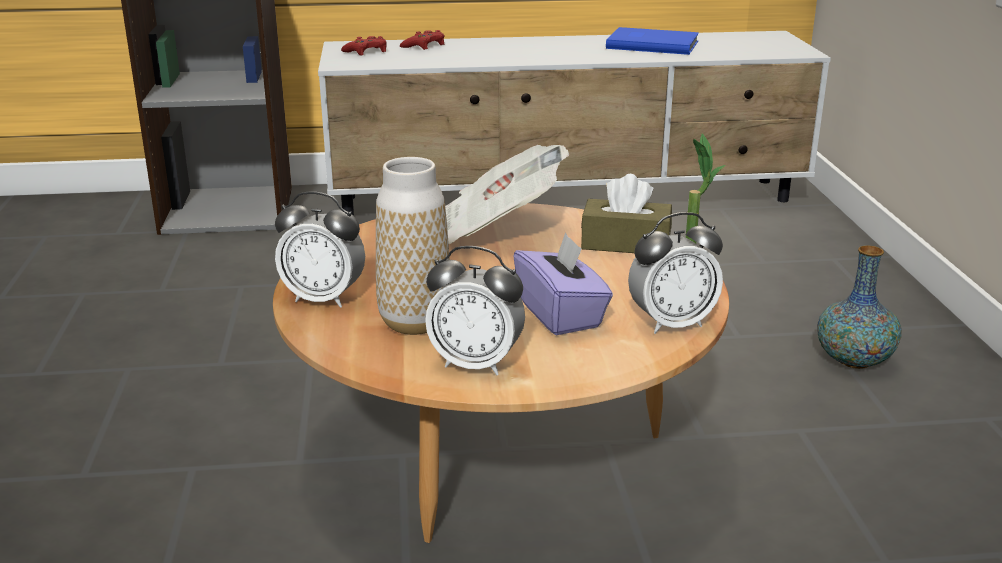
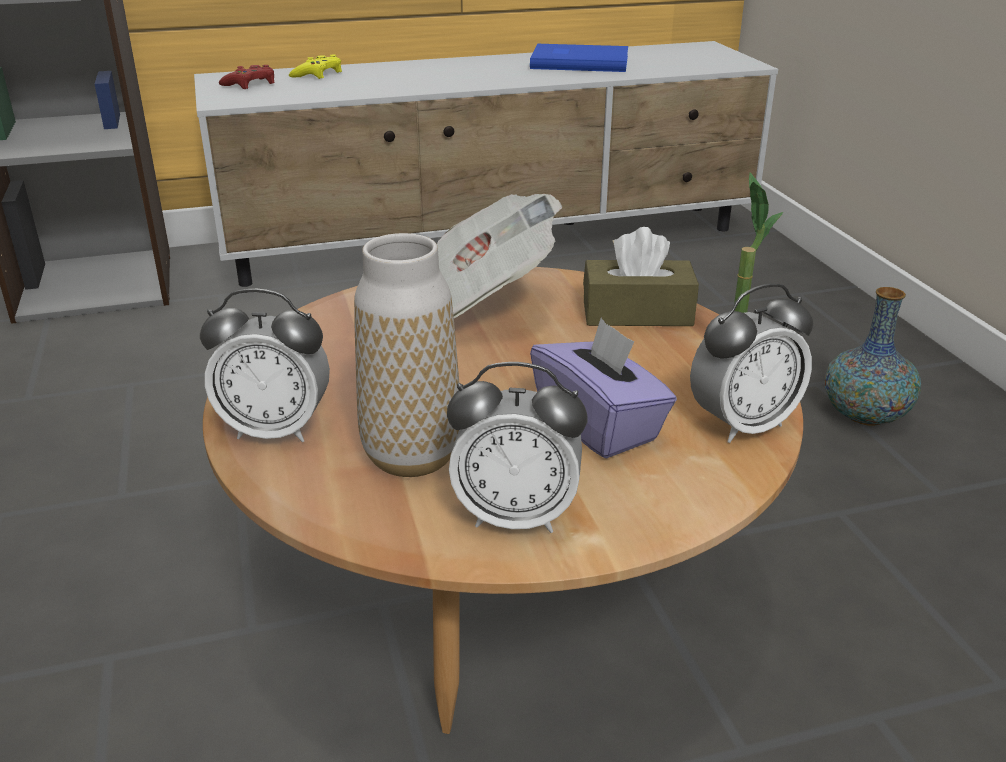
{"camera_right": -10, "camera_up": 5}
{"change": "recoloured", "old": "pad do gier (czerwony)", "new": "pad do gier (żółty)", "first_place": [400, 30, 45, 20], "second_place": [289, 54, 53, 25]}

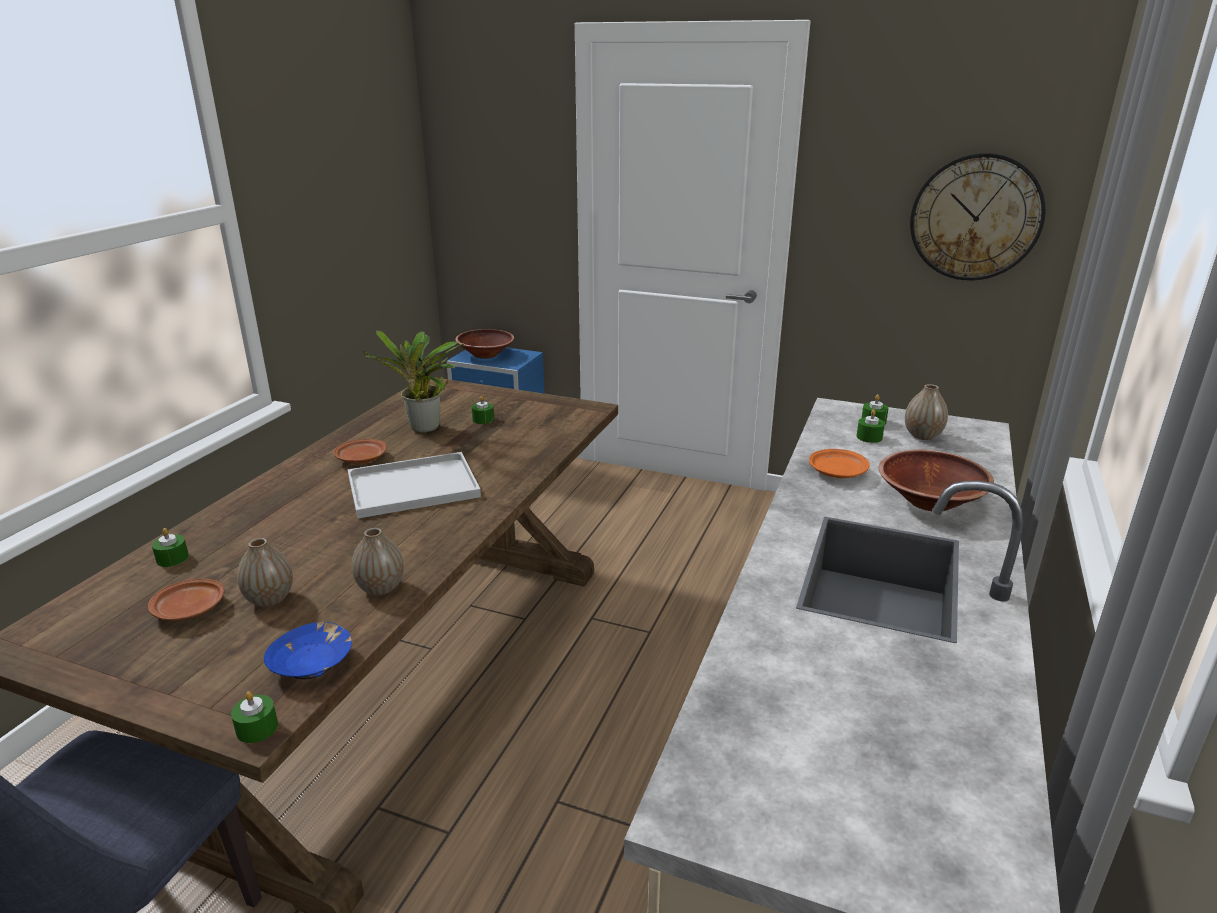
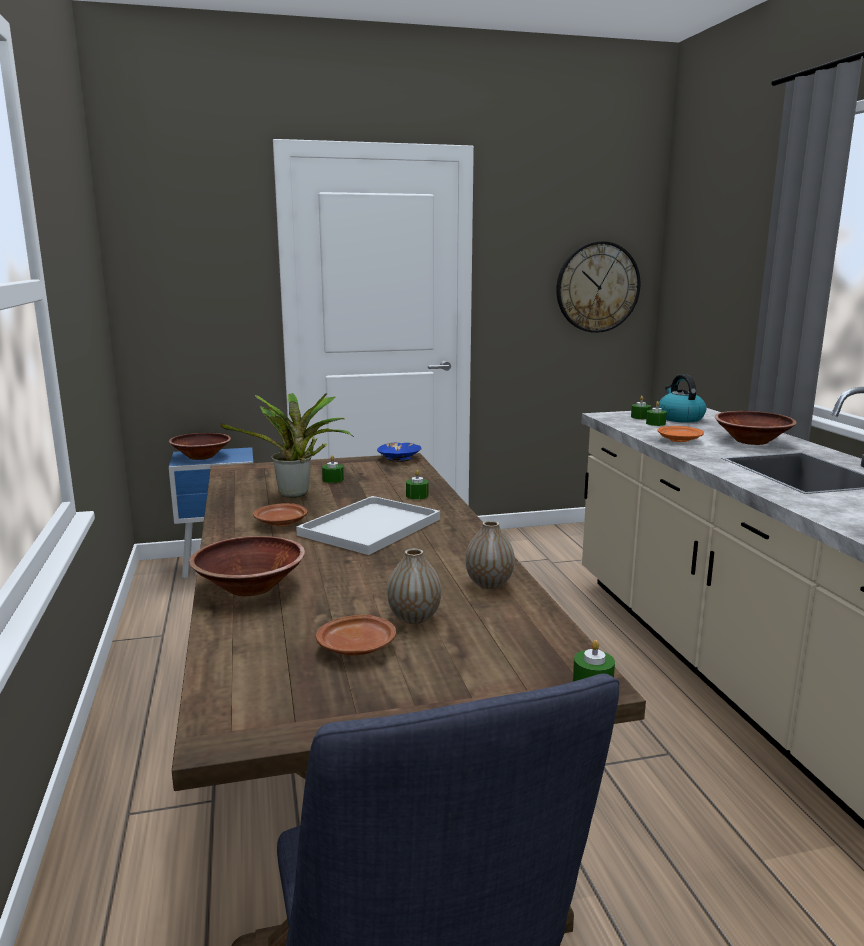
{"camera_right": -35, "camera_up": -10}
{"change": "replaced", "old": "wazon", "new": "czajnik", "first_place": [905, 384, 43, 56], "second_place": [658, 374, 49, 49]}
{"change": "moved", "old": "świeca (zielony)", "first_place": [152, 528, 37, 39], "second_place": [406, 470, 23, 29]}
{"change": "moved", "old": "miska (niebieski)", "first_place": [264, 622, 88, 57], "second_place": [377, 443, 45, 19]}
{"change": "added", "new": "miska (brązowy)", "second_place": [189, 536, 116, 60]}

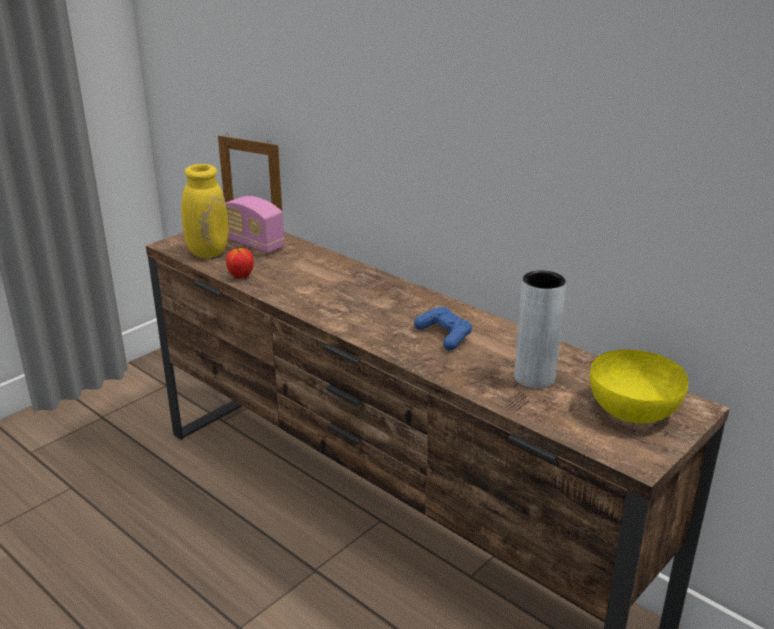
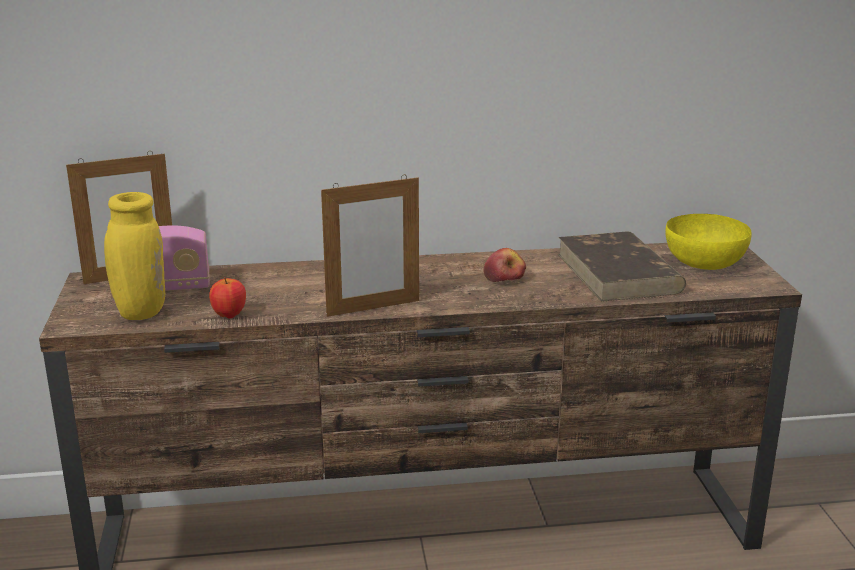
{"camera_right": -50, "camera_up": -5}
{"change": "replaced", "old": "wazon (szary)", "new": "książka (brązowy)", "first_place": [515, 270, 51, 119], "second_place": [558, 231, 128, 71]}
{"change": "replaced", "old": "pad do gier (niebieski)", "new": "jabłko", "first_place": [414, 307, 58, 43], "second_place": [484, 248, 42, 34]}
{"change": "added", "new": "ramka na zdjęcie", "second_place": [321, 174, 98, 143]}

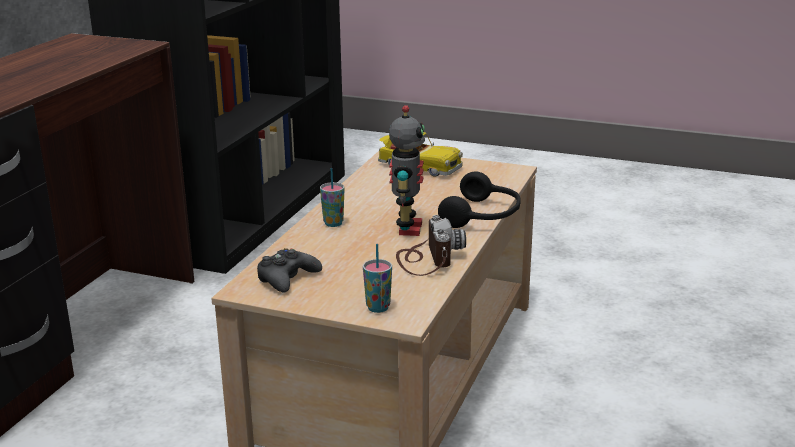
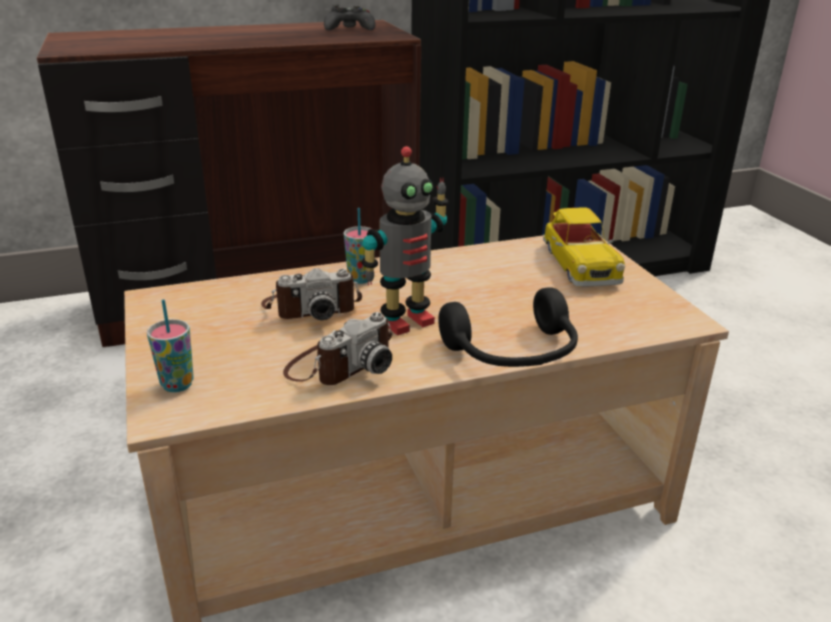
{"camera_right": 50, "camera_up": 5}
{"change": "moved", "old": "pad do gier (czarny)", "first_place": [257, 248, 65, 45], "second_place": [324, 5, 51, 25]}
{"change": "added", "new": "aparat fotograficzny", "second_place": [261, 268, 101, 52]}

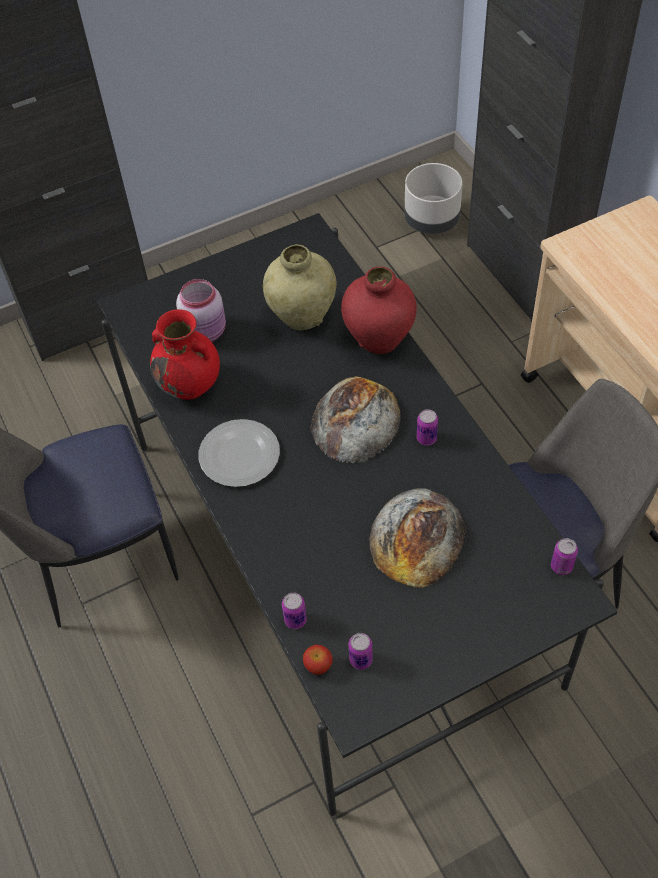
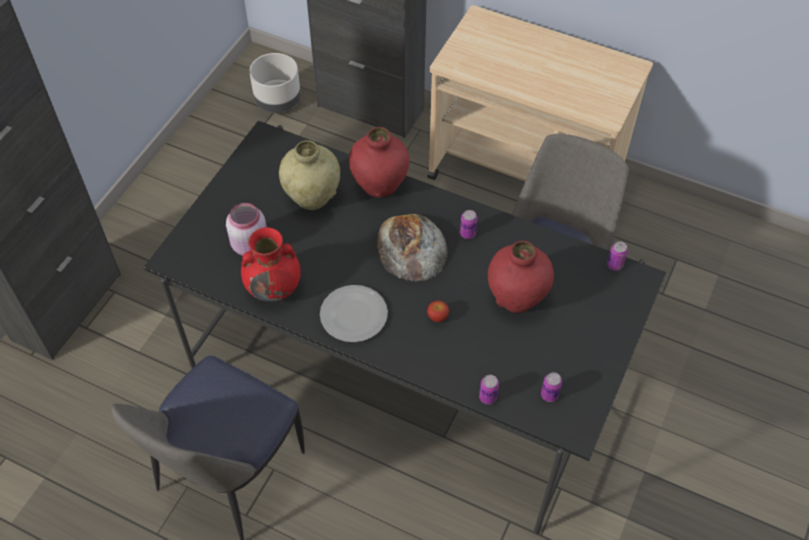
{"camera_right": -40, "camera_up": 0}
{"change": "replaced", "old": "chleb", "new": "wazon (czerwony)", "first_place": [369, 488, 97, 100], "second_place": [488, 241, 66, 72]}
{"change": "moved", "old": "jabłko", "first_place": [303, 645, 30, 30], "second_place": [427, 301, 22, 21]}

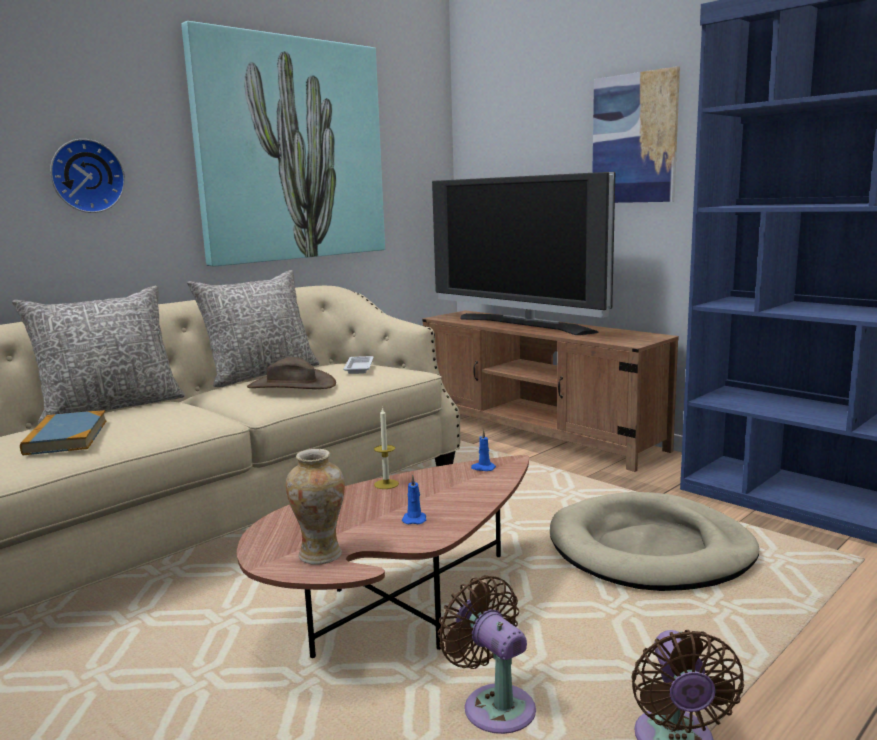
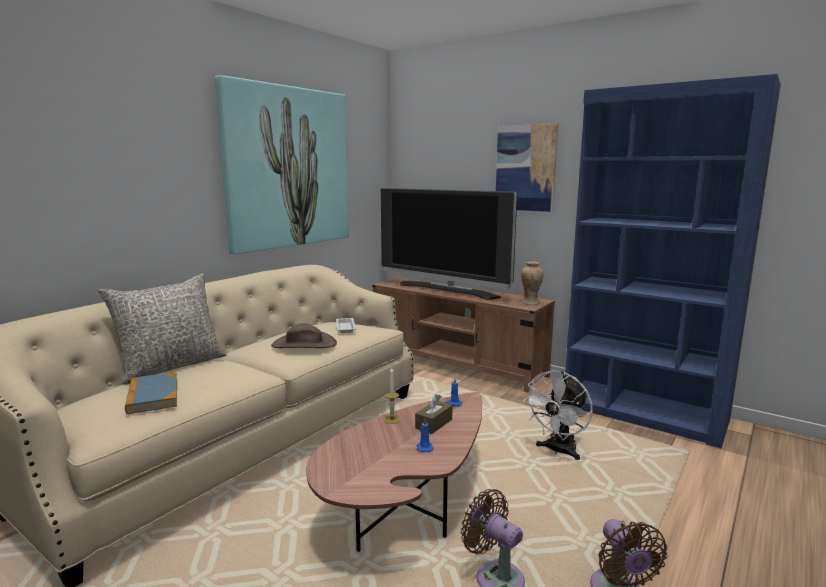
{"camera_right": -10, "camera_up": 0}
{"change": "removed", "old": "zegar ścienny", "first_place": [50, 139, 75, 74]}
{"change": "removed", "old": "poduszka (szary)", "first_place": [187, 270, 132, 117]}
{"change": "moved", "old": "wazon", "first_place": [286, 449, 59, 116], "second_place": [521, 262, 23, 43]}
{"change": "replaced", "old": "legowisko (beżowy)", "new": "wentylator (biały)", "first_place": [550, 492, 209, 99], "second_place": [523, 370, 70, 90]}
{"change": "added", "new": "pudełko chusteczek (brązowy)", "second_place": [415, 394, 38, 40]}

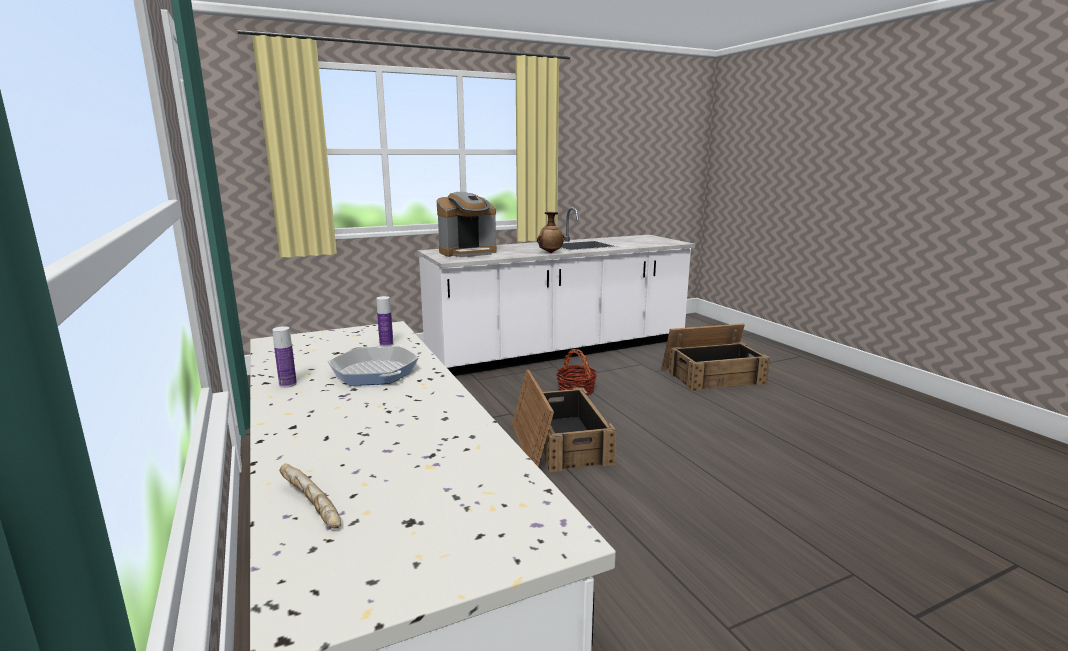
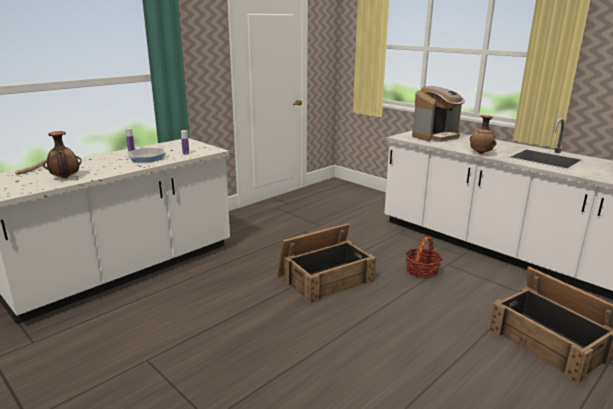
{"camera_right": 70, "camera_up": 5}
{"change": "turned", "old": "ekspres do kawy", "first_place": [437, 192, 60, 65], "second_place": [412, 86, 53, 56], "degrees": -75}
{"change": "added", "new": "wazon", "second_place": [43, 131, 39, 47]}

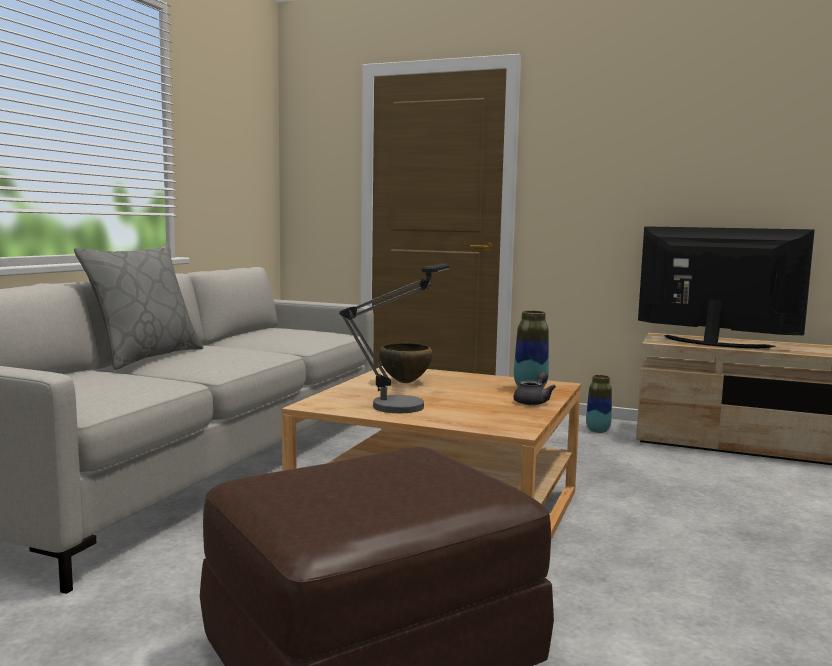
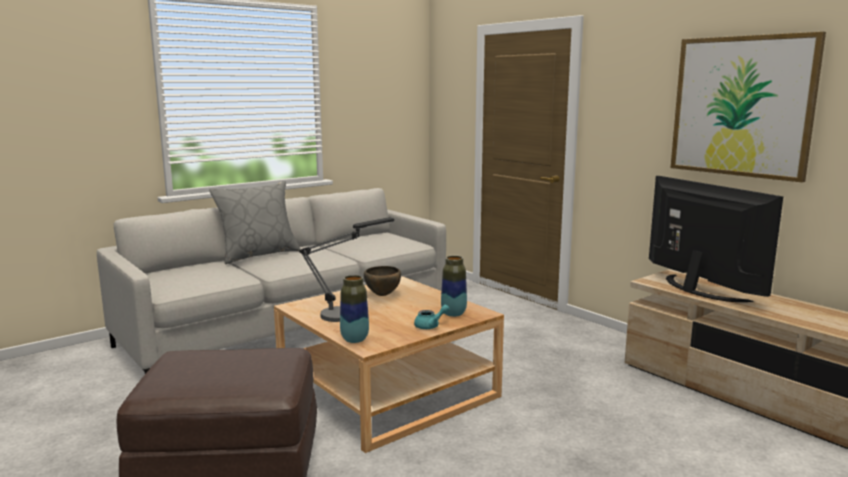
{"camera_right": 30, "camera_up": 5}
{"change": "recoloured", "old": "imbryk (szary)", "new": "imbryk (turkusowy)", "first_place": [513, 372, 43, 33], "second_place": [414, 305, 35, 24]}
{"change": "moved", "old": "wazon", "first_place": [586, 375, 26, 58], "second_place": [340, 275, 29, 68]}
{"change": "added", "new": "obraz", "second_place": [671, 32, 155, 150]}

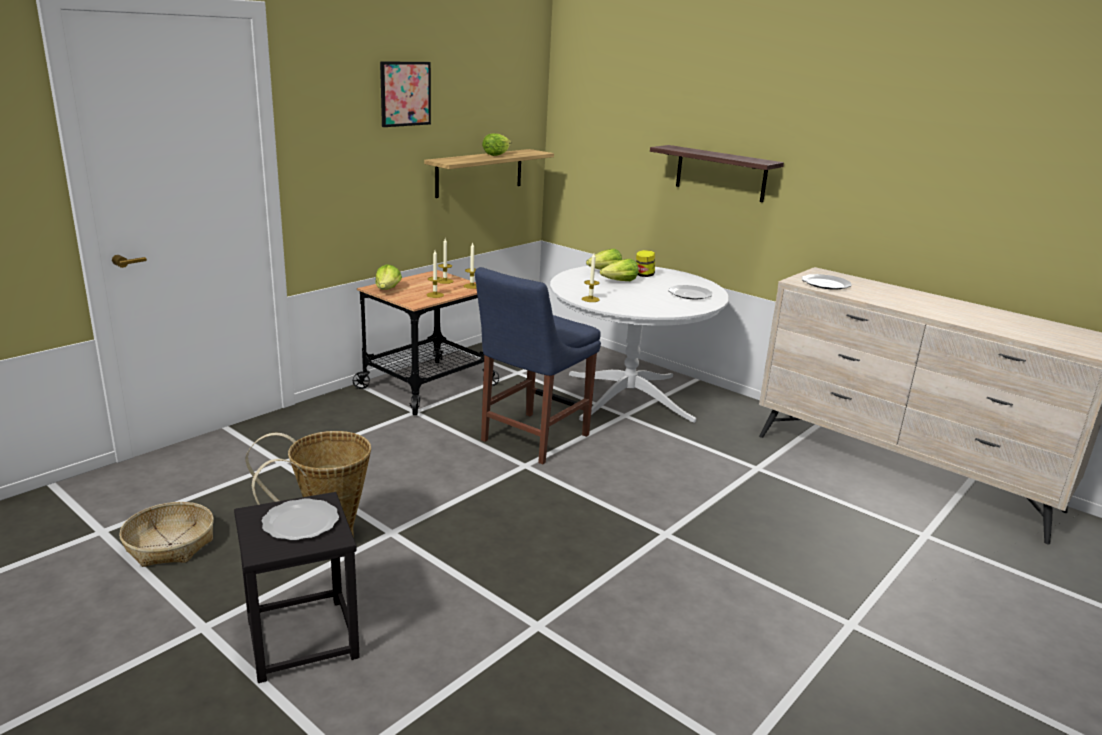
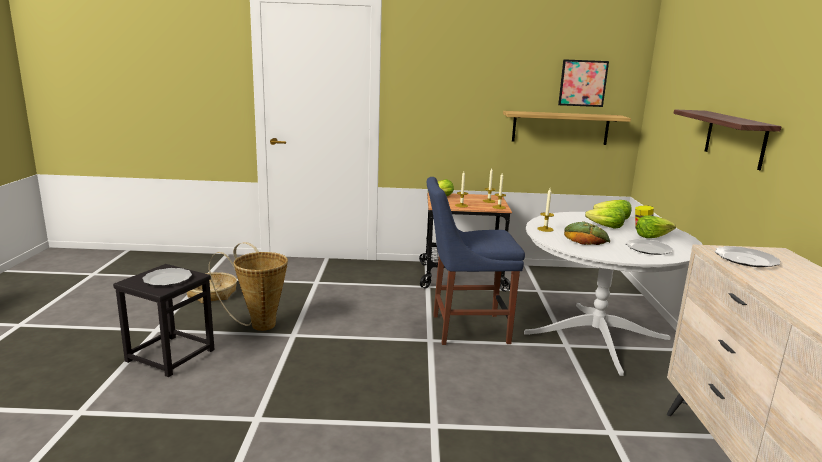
{"camera_right": 50, "camera_up": -5}
{"change": "moved", "old": "obraz", "first_place": [380, 61, 51, 66], "second_place": [558, 59, 51, 48]}
{"change": "moved", "old": "sałata", "first_place": [482, 134, 29, 22], "second_place": [636, 215, 40, 23]}
{"change": "added", "new": "chleb", "second_place": [564, 221, 46, 24]}

